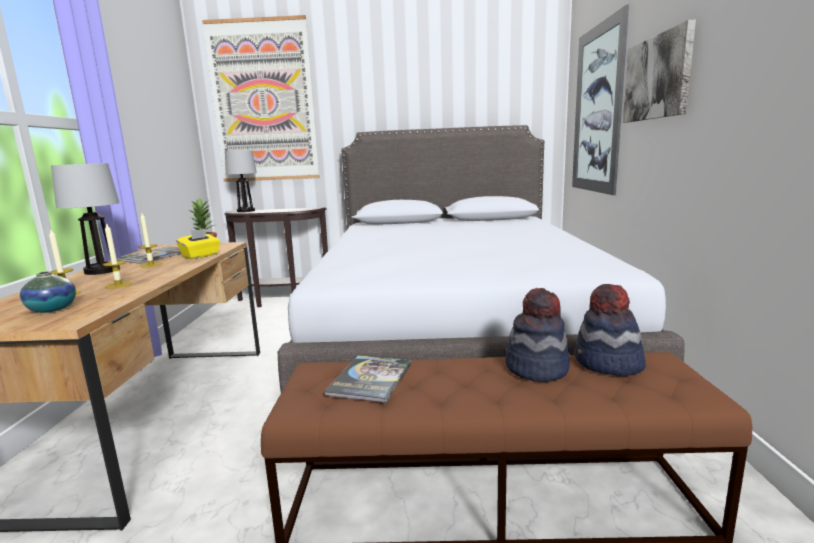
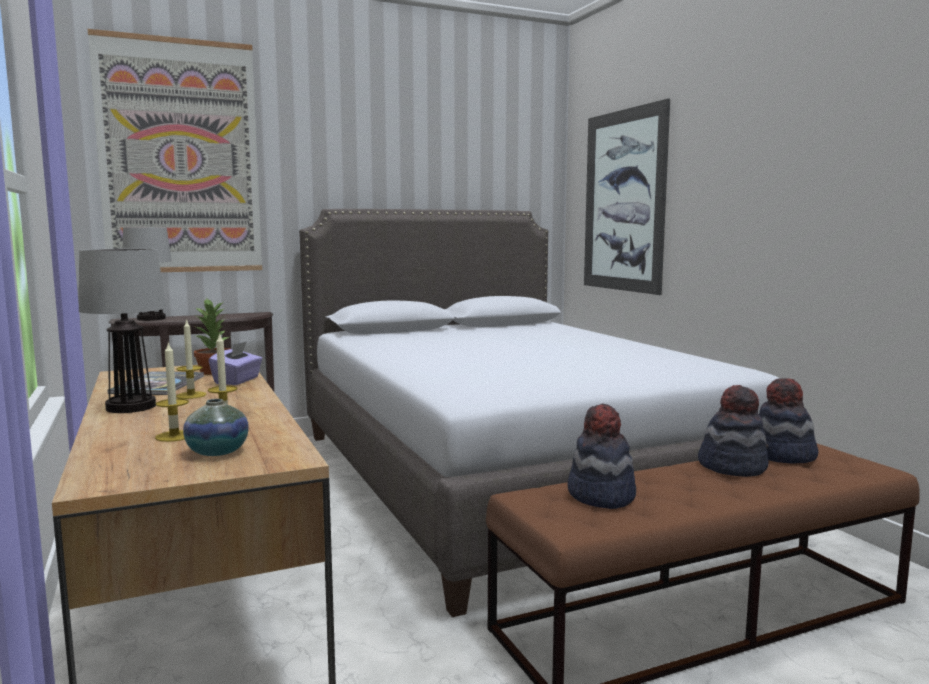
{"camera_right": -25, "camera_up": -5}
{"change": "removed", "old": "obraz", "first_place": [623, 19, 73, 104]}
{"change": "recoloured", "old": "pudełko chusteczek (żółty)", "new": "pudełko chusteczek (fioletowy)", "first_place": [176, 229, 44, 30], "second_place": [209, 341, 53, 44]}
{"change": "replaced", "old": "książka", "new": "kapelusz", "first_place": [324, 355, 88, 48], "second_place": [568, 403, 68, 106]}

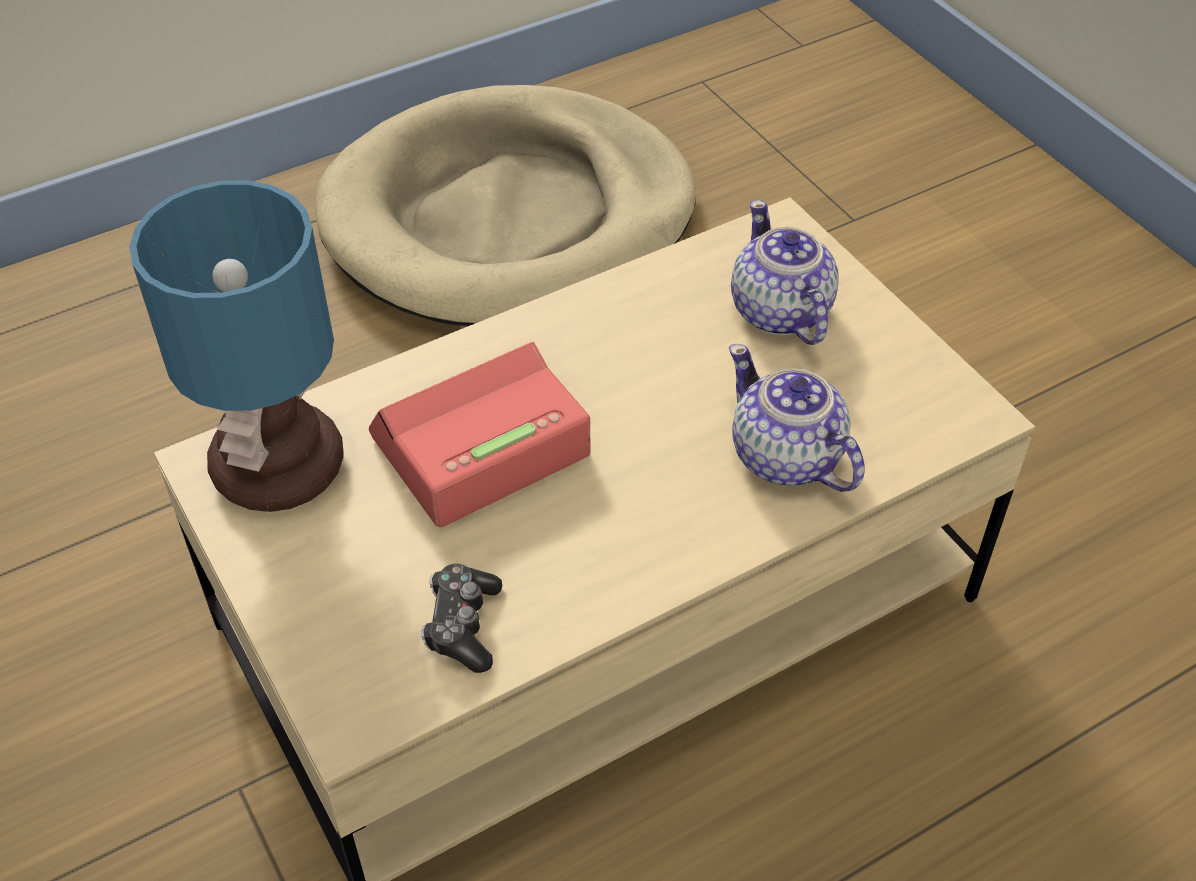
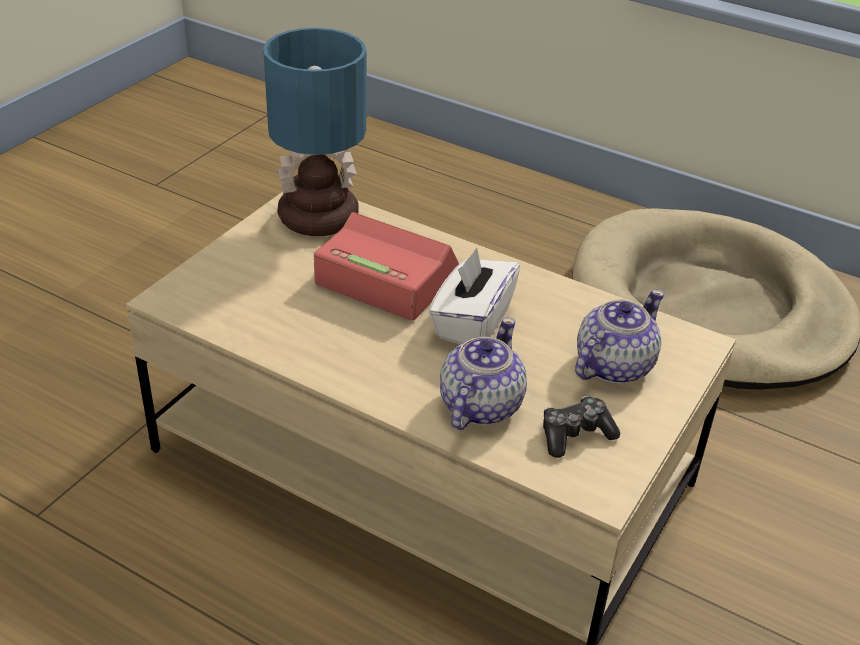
{"camera_right": 60, "camera_up": -10}
{"change": "moved", "old": "pad do gier", "first_place": [421, 564, 81, 109], "second_place": [543, 396, 77, 62]}
{"change": "added", "new": "pudełko chusteczek (biały)", "second_place": [429, 248, 91, 96]}

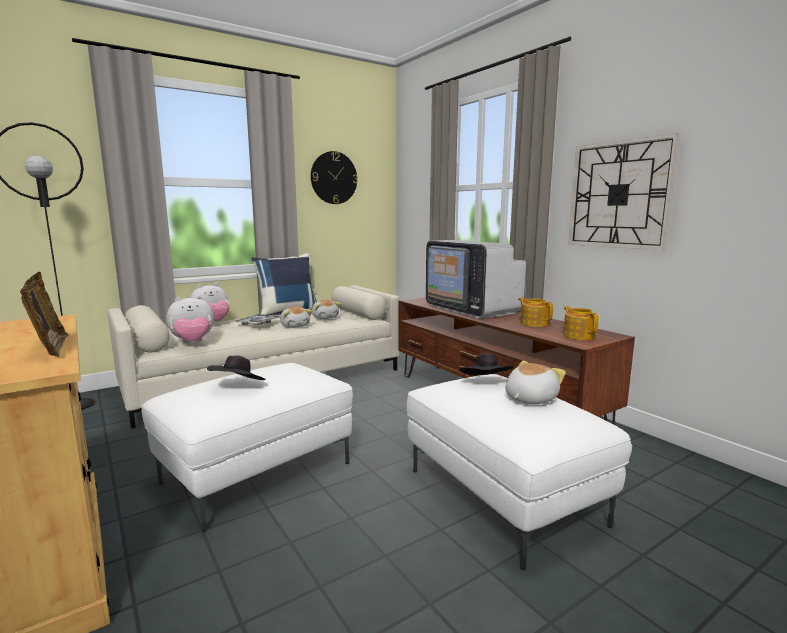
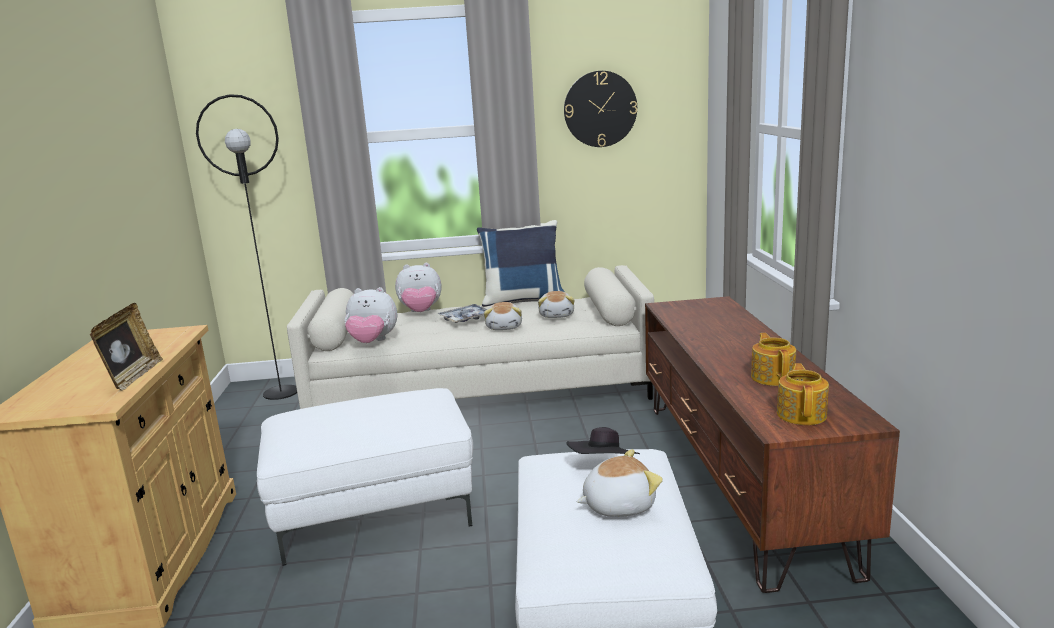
{"camera_right": 30, "camera_up": 5}
{"change": "removed", "old": "zegar ścienny", "first_place": [568, 133, 112, 117]}
{"change": "removed", "old": "telewizor", "first_place": [426, 240, 100, 79]}
{"change": "removed", "old": "kapelusz (czarny)", "first_place": [207, 356, 58, 24]}

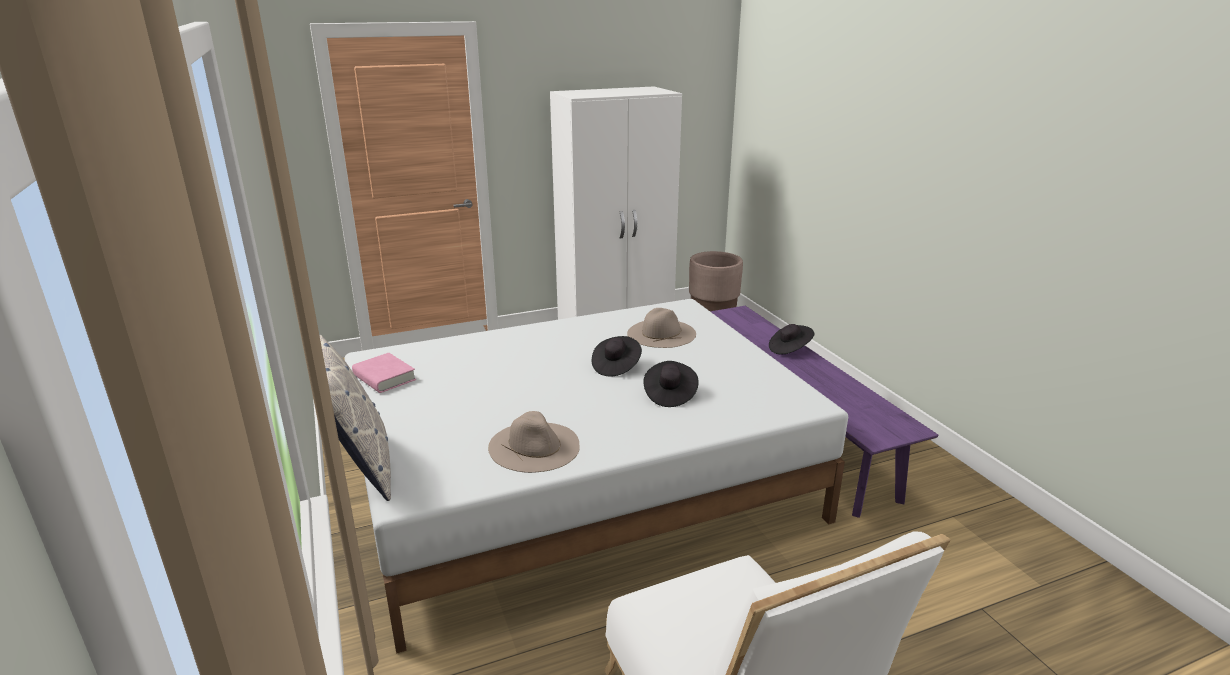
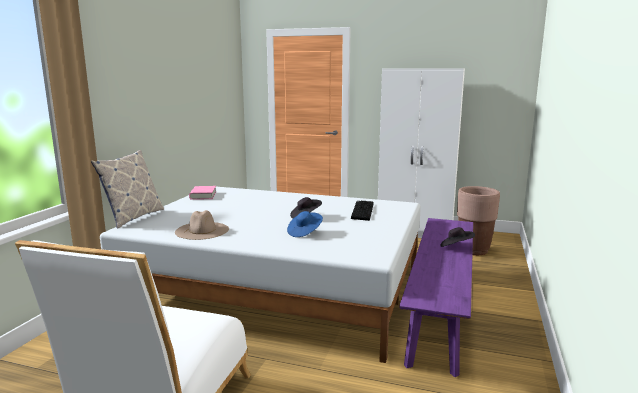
{"camera_right": 40, "camera_up": -10}
{"change": "replaced", "old": "kapelusz (beżowy)", "new": "klawiatura", "first_place": [627, 308, 69, 40], "second_place": [351, 200, 23, 21]}
{"change": "recoloured", "old": "kapelusz (czarny)", "new": "kapelusz (niebieski)", "first_place": [643, 361, 56, 46], "second_place": [287, 211, 36, 26]}

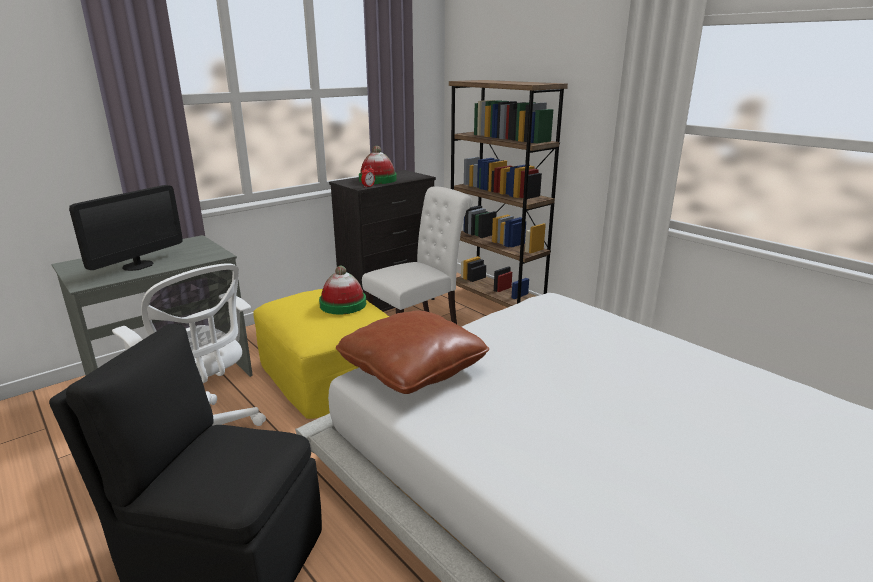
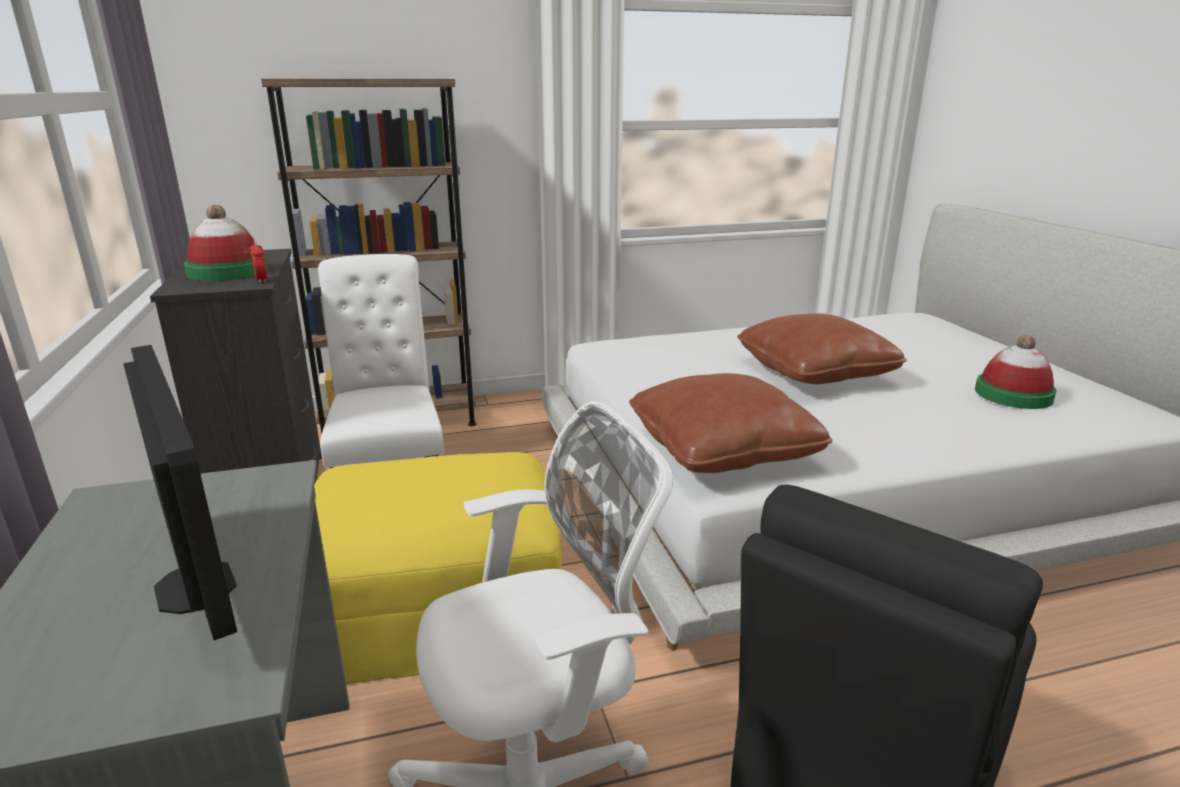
{"camera_right": -65, "camera_up": 0}
{"change": "moved", "old": "kapelusz", "first_place": [319, 266, 47, 48], "second_place": [975, 335, 82, 74]}
{"change": "added", "new": "poduszka (brązowy)", "second_place": [737, 314, 170, 71]}

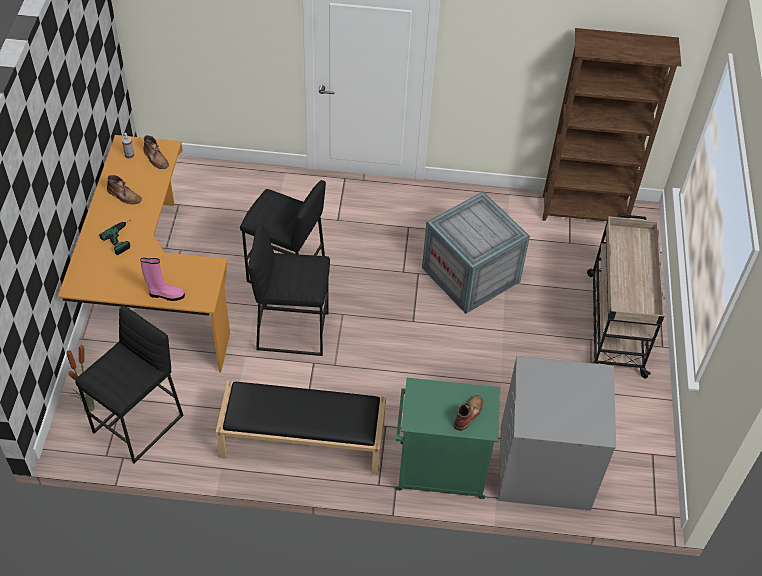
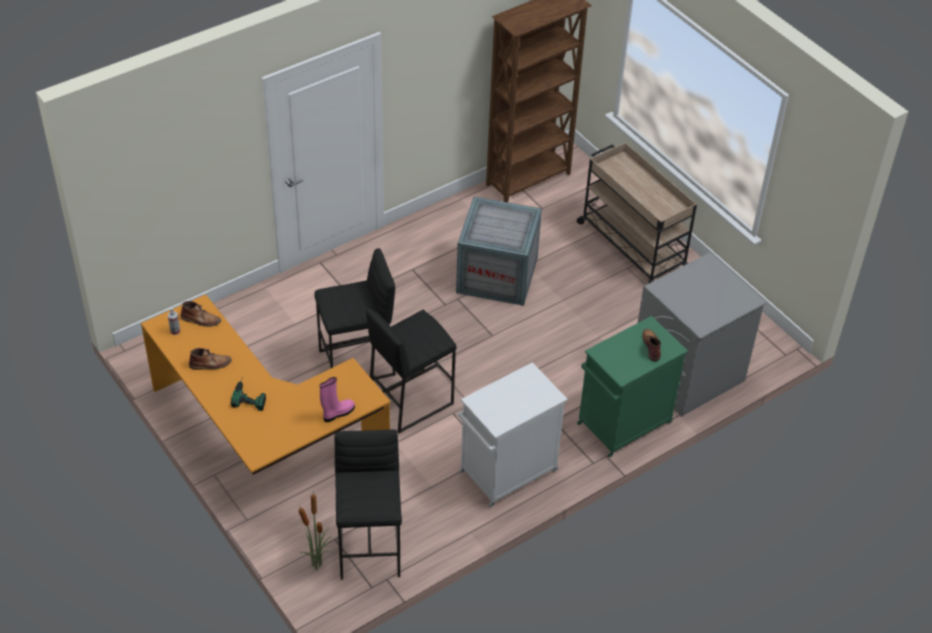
{"camera_right": -40, "camera_up": -5}
{"change": "replaced", "old": "ławka (czarny)", "new": "szafka (biały)", "first_place": [216, 381, 170, 94], "second_place": [458, 362, 110, 146]}

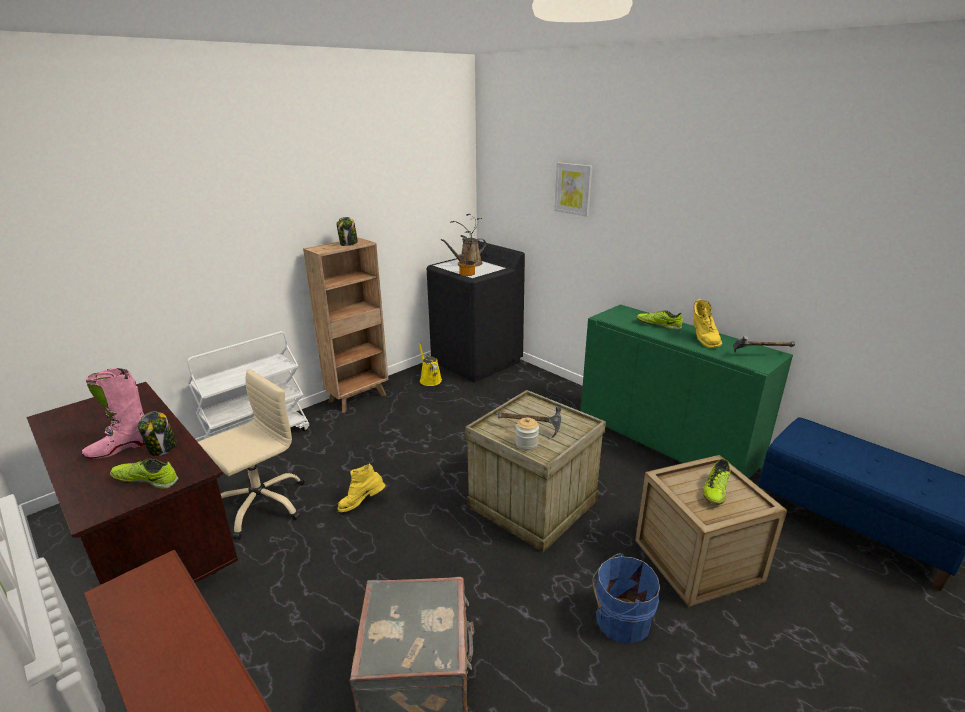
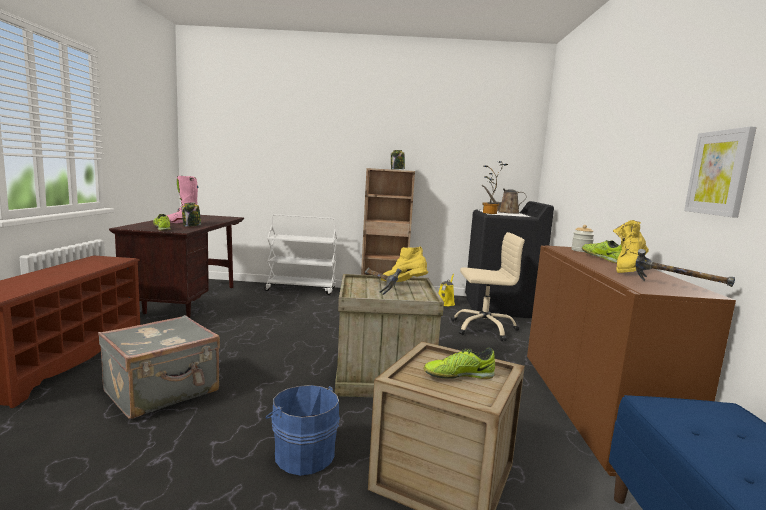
{"camera_right": 45, "camera_up": -15}
{"change": "moved", "old": "obraz", "first_place": [554, 163, 39, 54], "second_place": [684, 126, 73, 92]}
{"change": "recoloured", "old": "szafka (zielony)", "new": "szafka (brązowy)", "first_place": [581, 304, 212, 175], "second_place": [527, 245, 209, 231]}
{"change": "moved", "old": "krzesło biurowe (beżowy)", "first_place": [198, 369, 107, 171], "second_place": [451, 232, 74, 109]}
{"change": "moved", "old": "słoik", "first_place": [515, 418, 24, 32], "second_place": [571, 225, 23, 27]}
{"change": "moved", "old": "but z cholewką (żółty)", "first_place": [337, 464, 48, 48], "second_place": [381, 246, 47, 36]}

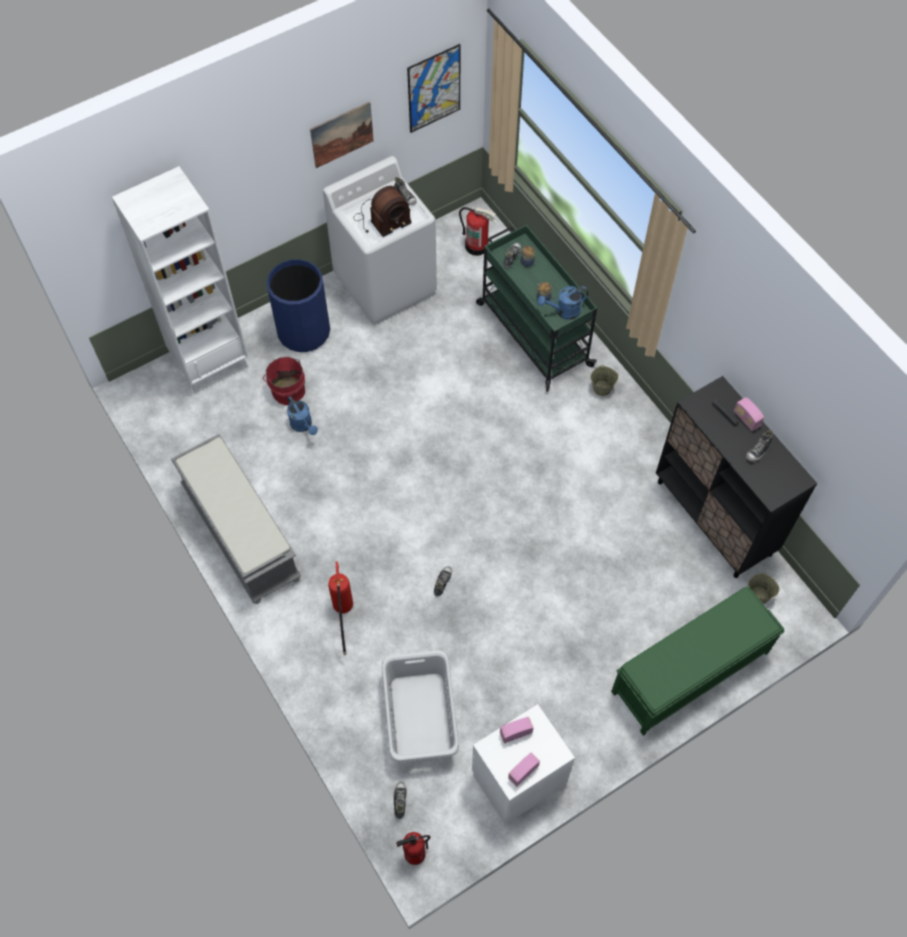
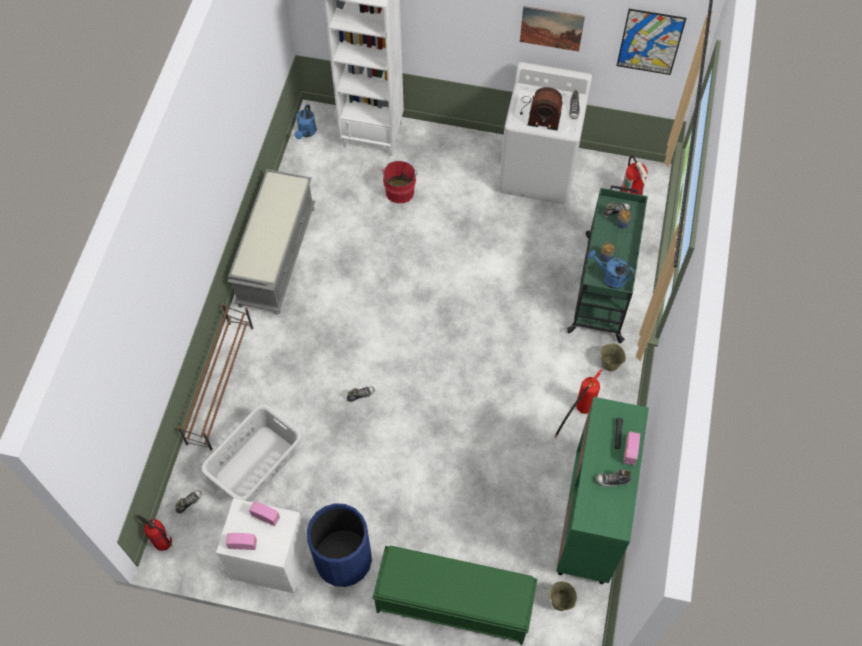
{"camera_right": 45, "camera_up": 0}
{"change": "moved", "old": "kosz na śmieci (niebieski)", "first_place": [266, 259, 64, 93], "second_place": [307, 503, 65, 84]}
{"change": "recoloured", "old": "szafka (czarny)", "new": "szafka (zielony)", "first_place": [656, 376, 161, 202], "second_place": [556, 397, 93, 187]}
{"change": "moved", "old": "konewka (niebieski)", "first_place": [287, 396, 31, 39], "second_place": [294, 104, 23, 35]}
{"change": "moved", "old": "gaśnica", "first_place": [328, 562, 25, 93], "second_place": [554, 369, 48, 69]}
{"change": "added", "new": "regał na buty (brązowy)", "second_place": [177, 303, 76, 147]}

